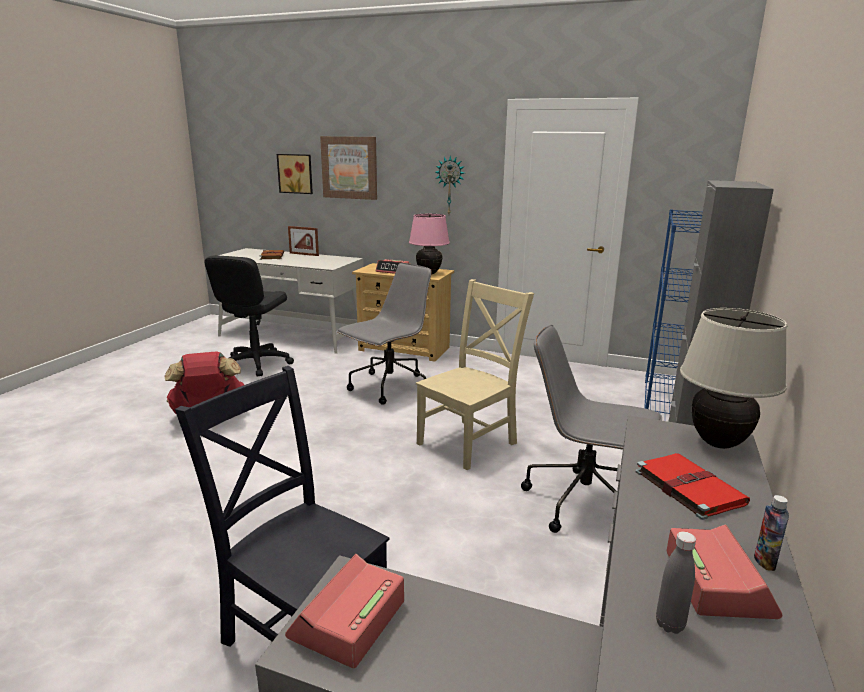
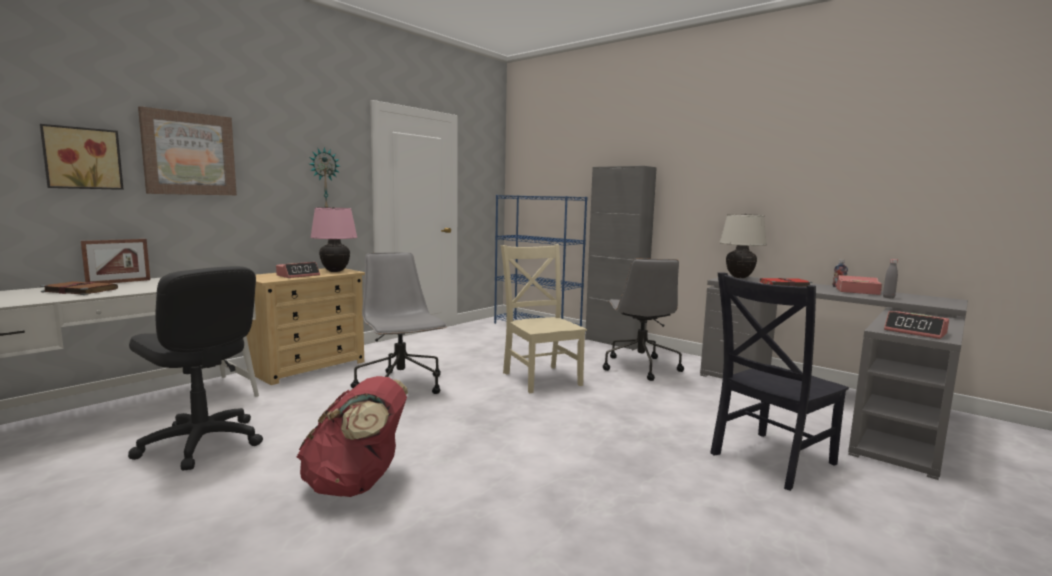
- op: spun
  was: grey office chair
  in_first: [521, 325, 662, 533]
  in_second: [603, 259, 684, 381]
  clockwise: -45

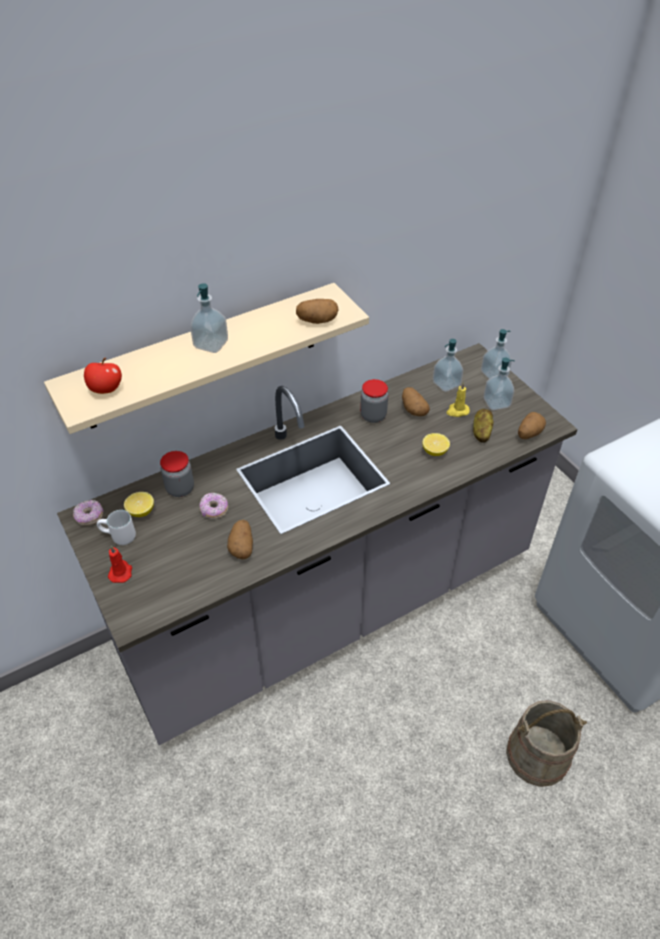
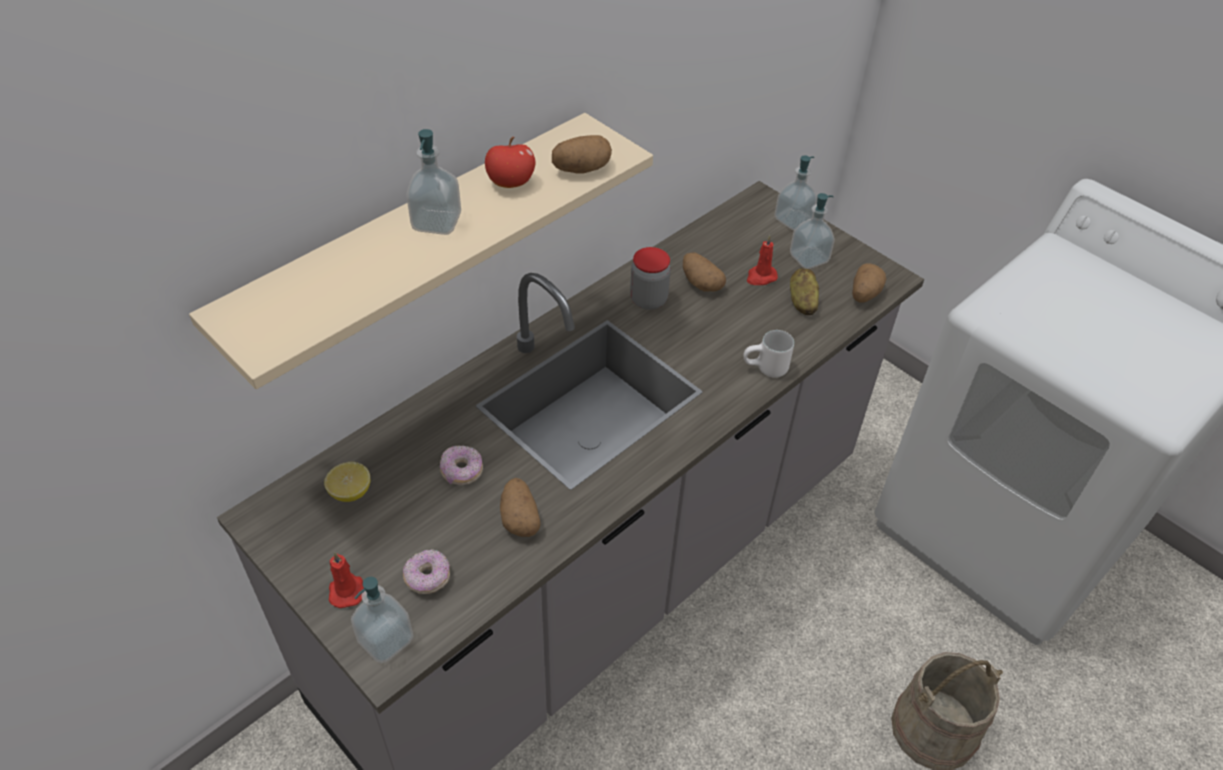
- op: relocated
  was: liquid soap bottle
  in_first: [433, 339, 463, 392]
  in_second: [351, 577, 413, 663]
- op: relocated
  was: doughnut
  in_first: [73, 500, 104, 525]
  in_second: [403, 549, 450, 594]
- op: relocated
  was: whole apple
  in_first: [84, 358, 122, 394]
  in_second: [485, 137, 536, 188]
- op: relocated
  was: white-coloured mug
  in_first: [97, 510, 136, 545]
  in_second: [743, 330, 794, 378]
- op: colour
  was: yellow wax light
  now: red-coloured wax light
  in_first: [446, 382, 470, 417]
  in_second: [747, 235, 778, 285]
- op: missing
  was: storage jar
  in_first: [160, 451, 194, 497]
- op: missing
  was: lemon
  in_first: [422, 433, 450, 456]

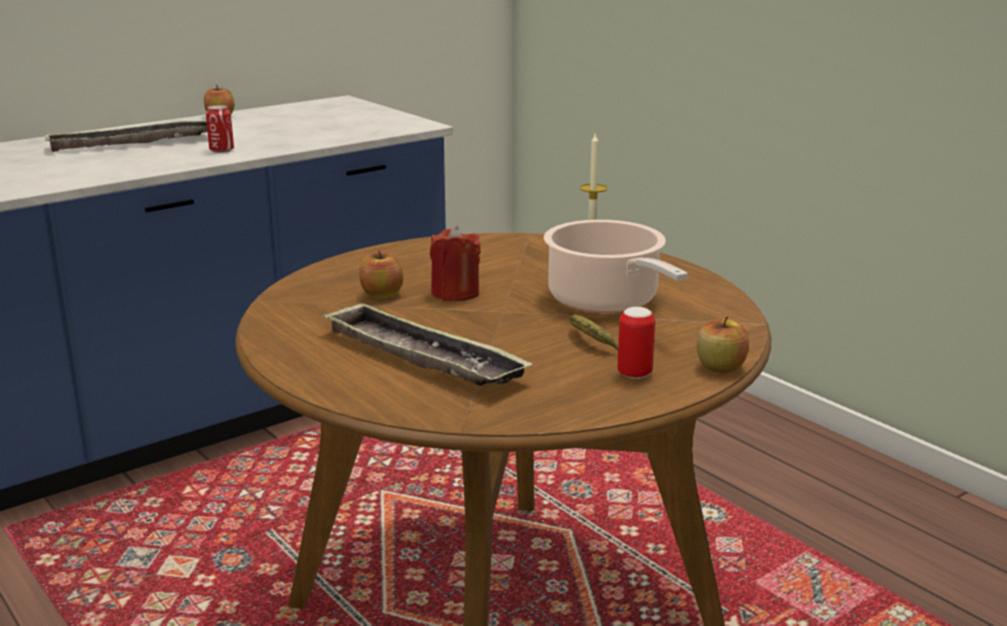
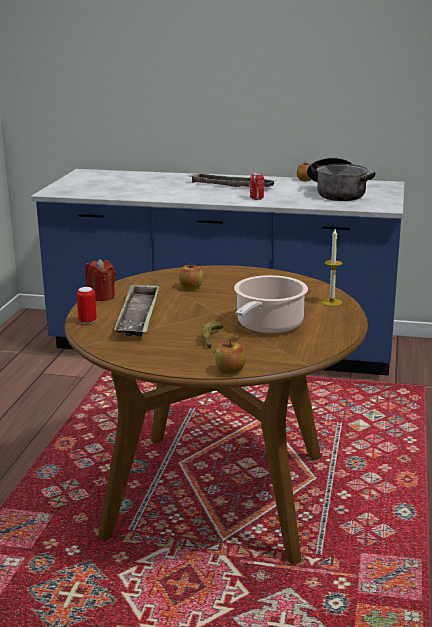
- op: relocated
  was: can
  in_first: [617, 307, 655, 379]
  in_second: [77, 287, 97, 324]
- op: relocated
  was: red-coloured wax light
  in_first: [430, 225, 481, 301]
  in_second: [85, 259, 116, 301]
- op: appeared
  now: stockpot
  in_second: [307, 158, 375, 201]

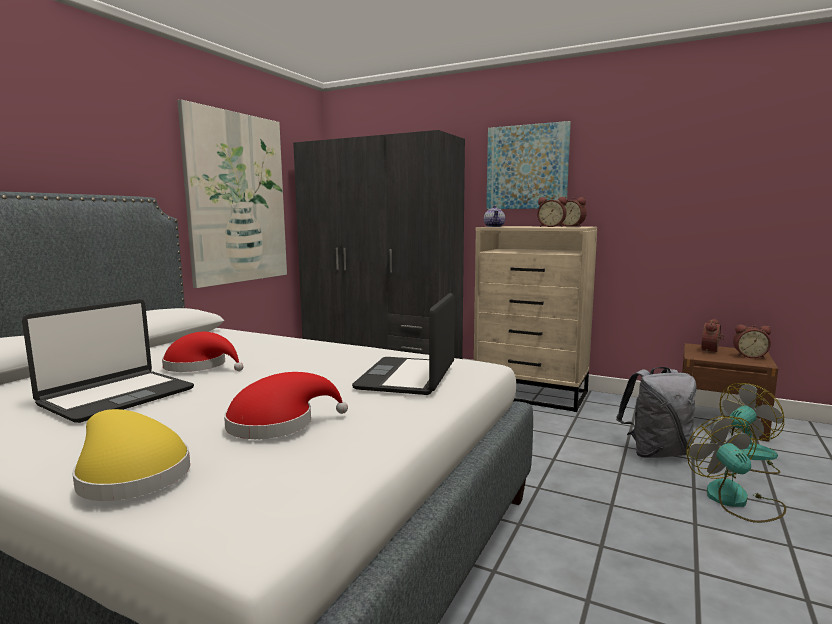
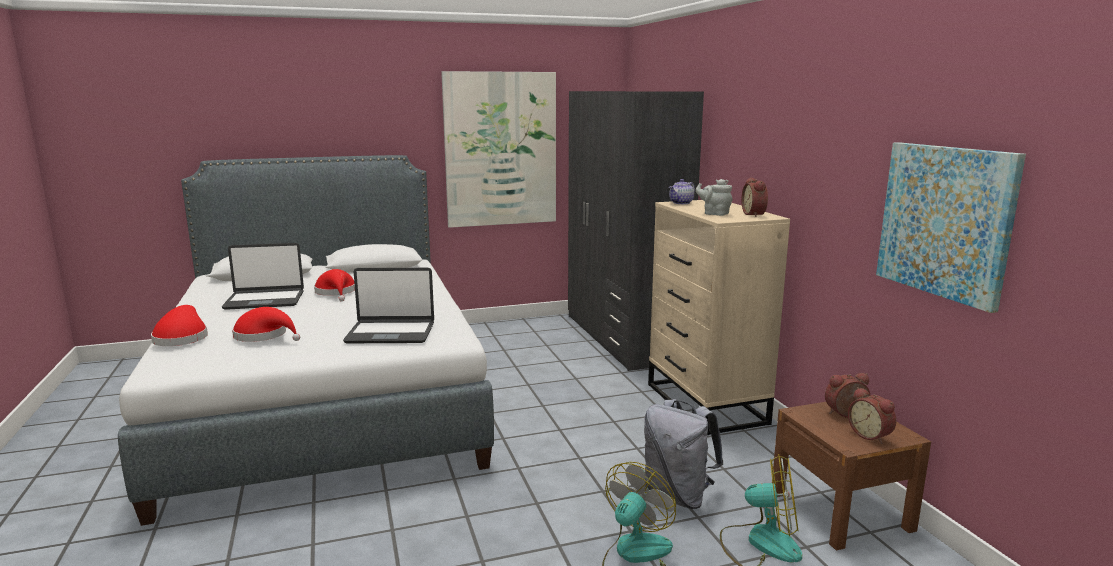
- op: colour
  was: yellow hat
  now: red-coloured hat
  in_first: [72, 409, 190, 501]
  in_second: [151, 305, 208, 346]
- op: spun
  was: portable computer
  in_first: [352, 293, 455, 395]
  in_second: [343, 268, 434, 343]
  clockwise: -150
- op: exchanged
  was: table clock
  now: grey tea pot
  in_first: [537, 197, 567, 227]
  in_second: [696, 179, 733, 216]
- op: relocated
  was: picture
  in_first: [486, 121, 571, 209]
  in_second: [876, 142, 1026, 313]

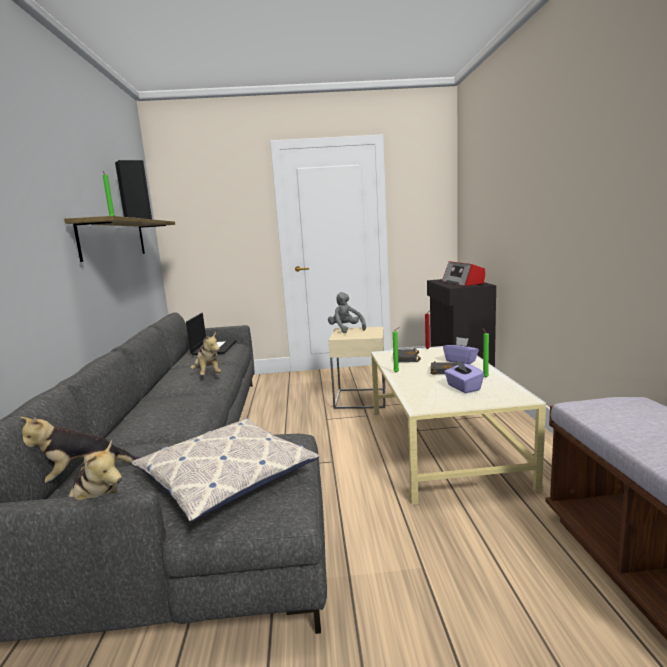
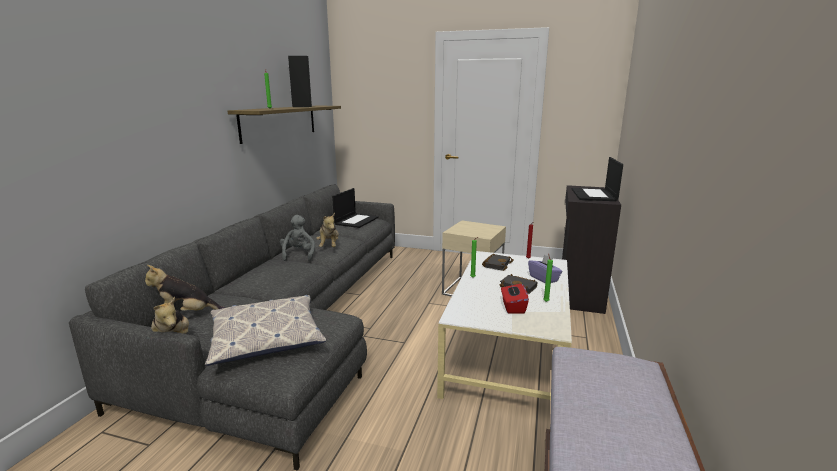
- op: relocated
  was: grey plush toy
  in_first: [328, 292, 366, 333]
  in_second: [280, 215, 315, 261]
- op: colour
  was: purple-coloured tissue holder
  now: red-coloured tissue holder
  in_first: [444, 360, 484, 393]
  in_second: [501, 282, 529, 314]
- op: exchanged
  was: radio receiver
  now: portable computer
  in_first: [442, 261, 485, 286]
  in_second: [572, 157, 623, 201]

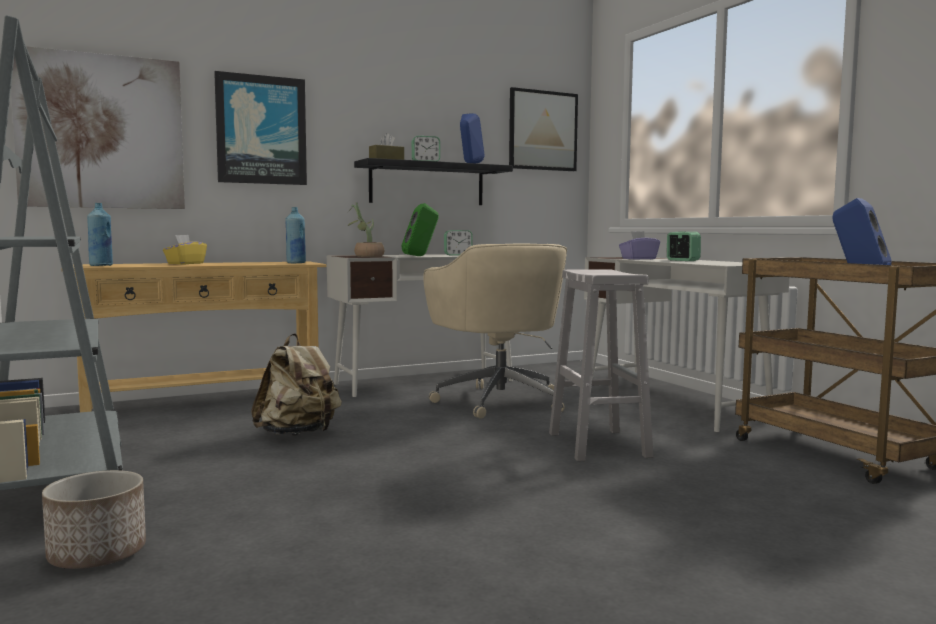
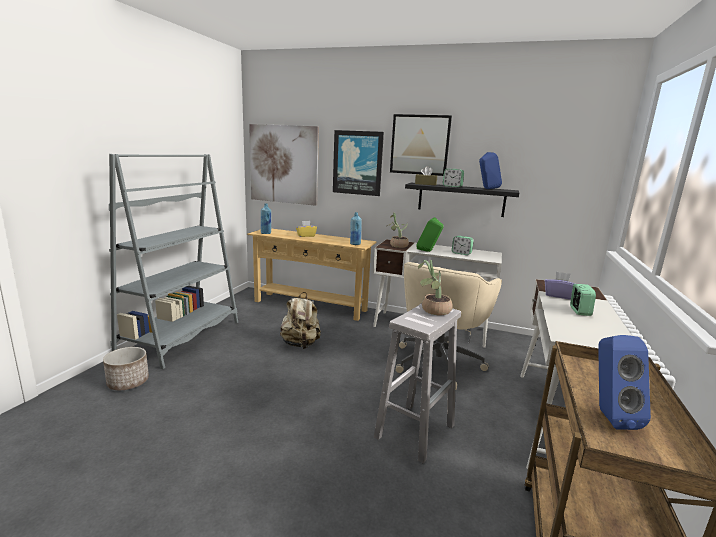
- op: relocated
  was: picture
  in_first: [509, 87, 578, 171]
  in_second: [390, 114, 452, 176]
- op: appeared
  now: plant in a pot
  in_second: [418, 260, 453, 315]

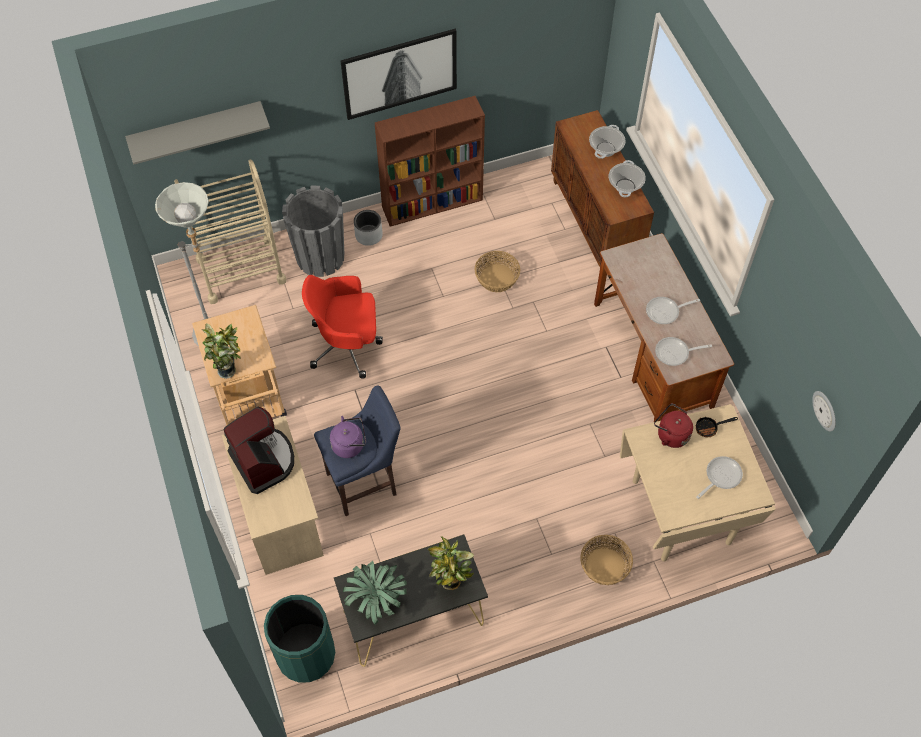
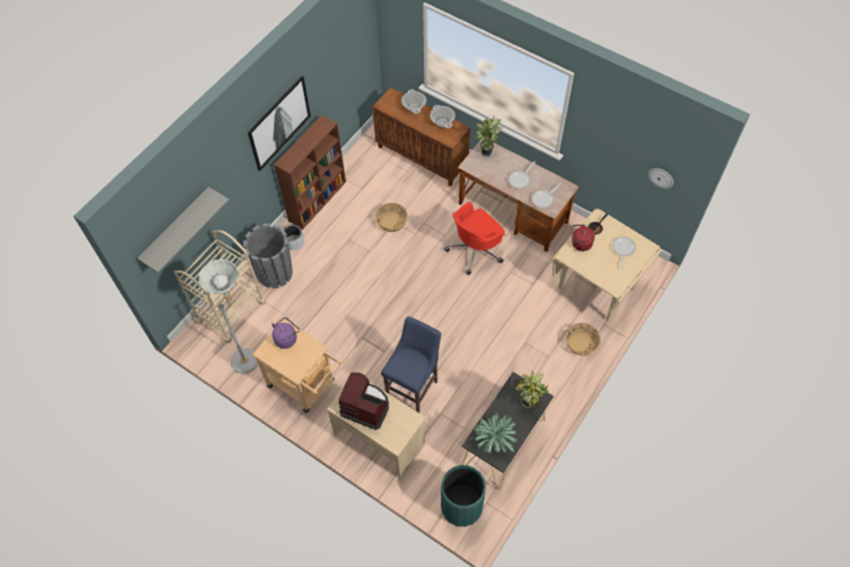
- op: relocated
  was: purple-coloured kettle
  in_first: [330, 416, 366, 458]
  in_second: [272, 317, 300, 349]
- op: relocated
  was: red-coloured office chair
  in_first: [302, 275, 383, 379]
  in_second: [444, 202, 505, 275]
- op: relocated
  was: plant in a pot
  in_first: [202, 323, 241, 379]
  in_second: [476, 116, 504, 157]

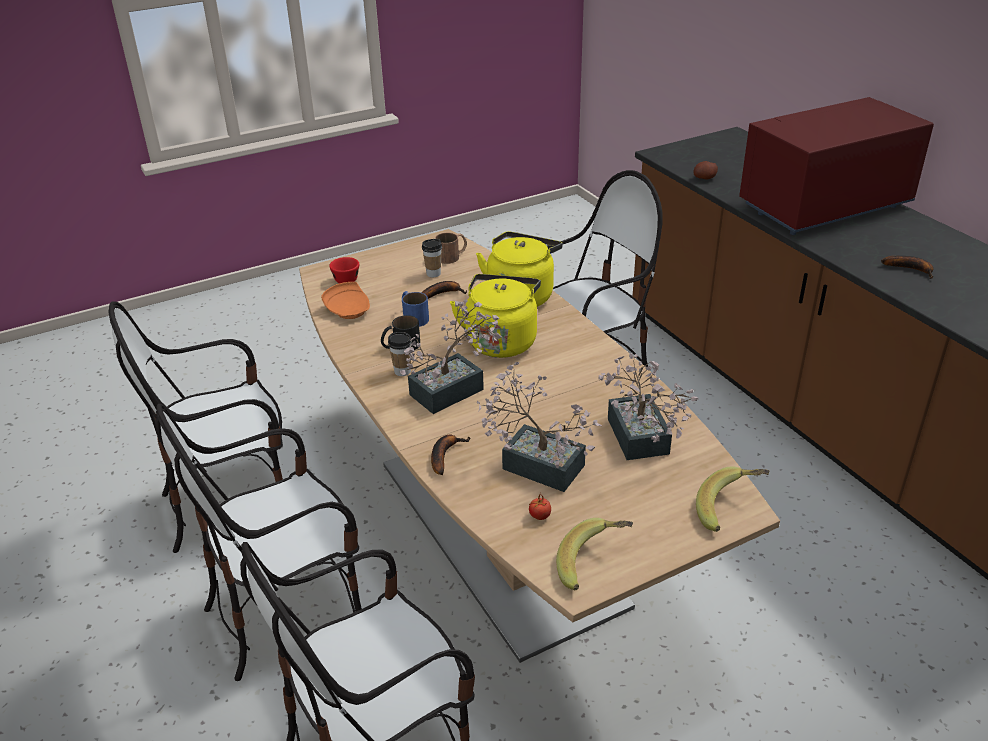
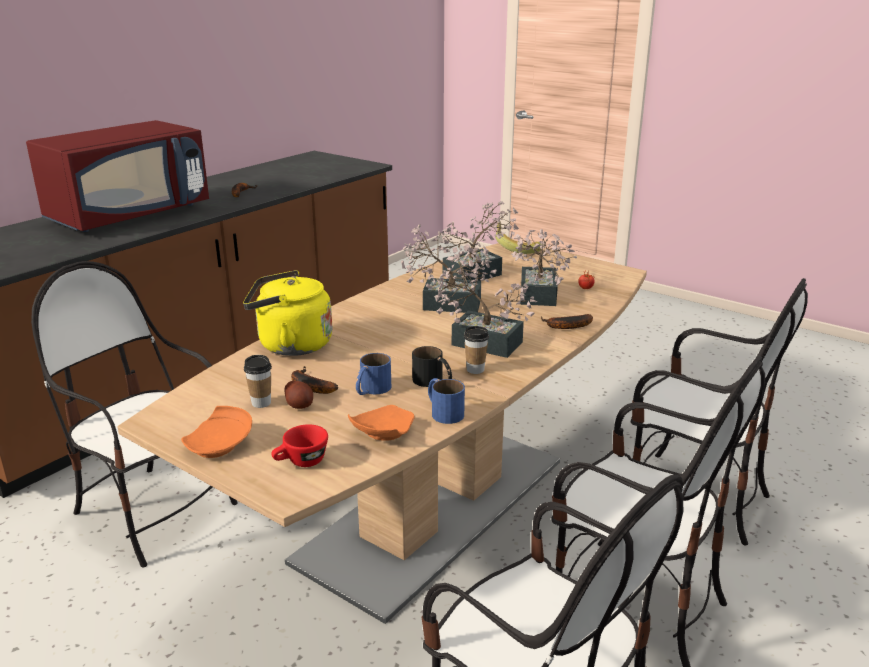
- op: spun
  was: red-coloured microwave
  in_first: [739, 97, 934, 235]
  in_second: [26, 120, 209, 232]
  clockwise: -90
- op: appeared
  now: orange-coloured flat dish
  in_second: [181, 406, 252, 458]
- op: relocated
  was: spud
  in_first: [694, 161, 718, 179]
  in_second: [284, 381, 313, 409]
- op: appeared
  now: plant in a pot
  in_second: [401, 224, 497, 313]
- op: appeared
  now: blue mug
  in_second: [428, 378, 465, 424]
- op: missing
  was: brown mug
  in_first: [435, 233, 467, 264]
- op: missing
  was: yellow kettle
  in_first: [450, 274, 541, 358]
- op: missing
  was: banana fruit
  in_first: [556, 518, 633, 590]

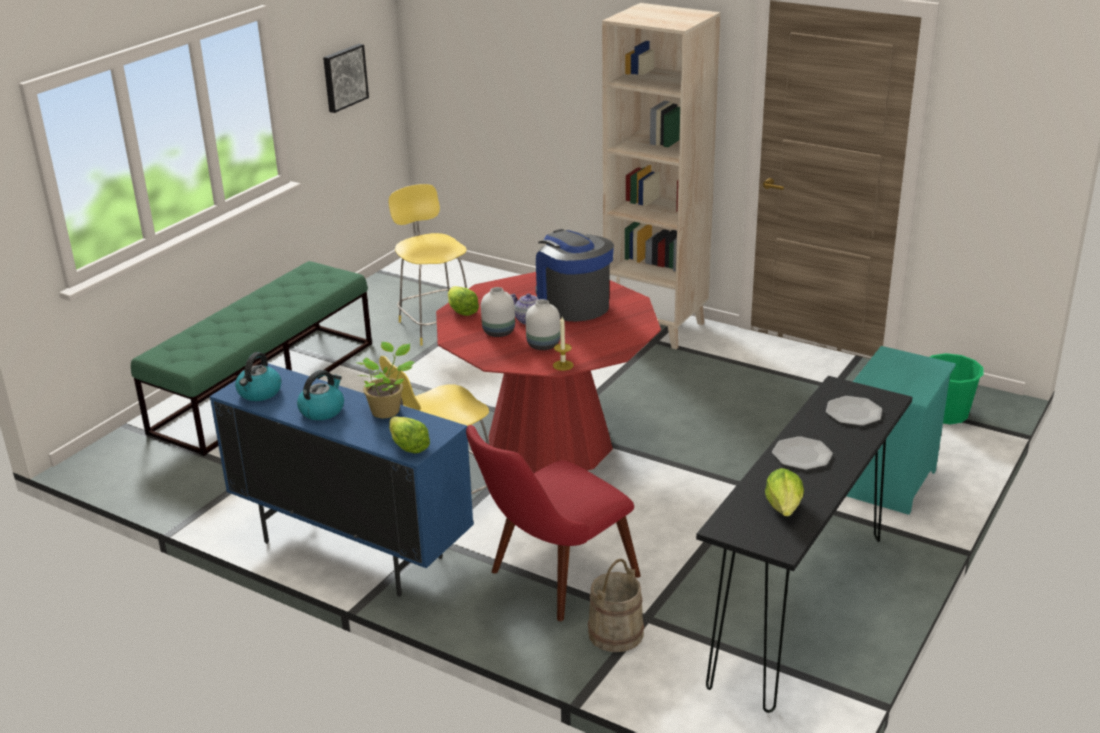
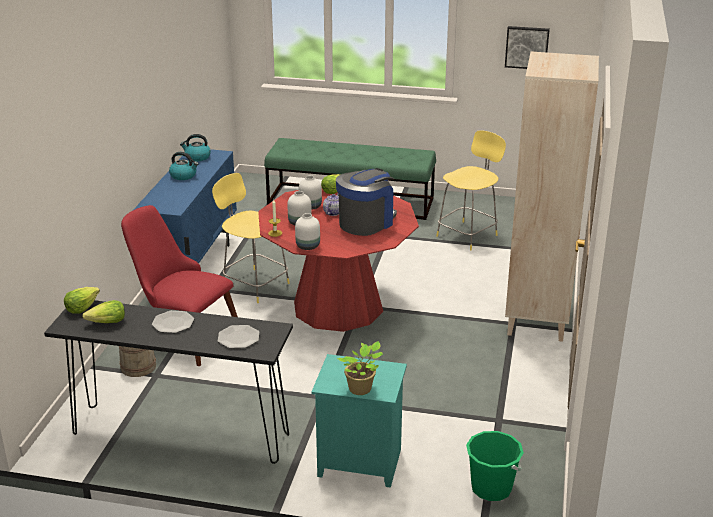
- op: relocated
  was: lettuce
  in_first: [389, 416, 430, 454]
  in_second: [64, 287, 100, 314]
- op: appeared
  now: white-coloured decorative vase
  in_second: [295, 213, 320, 250]
- op: relocated
  was: plant in a pot
  in_first: [356, 342, 415, 418]
  in_second: [337, 341, 383, 395]

